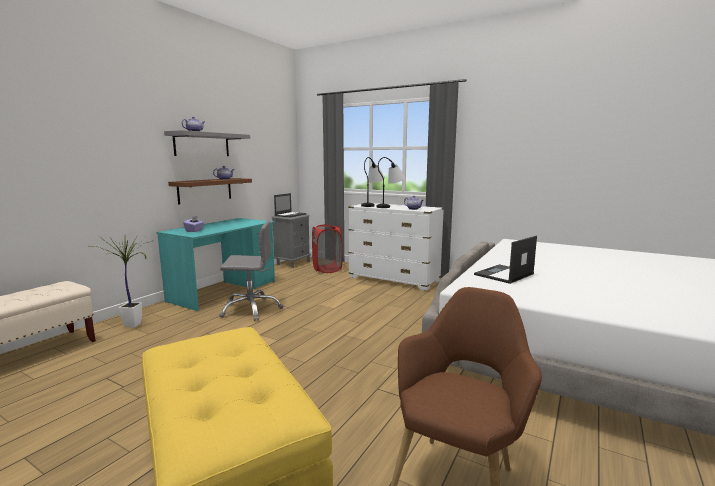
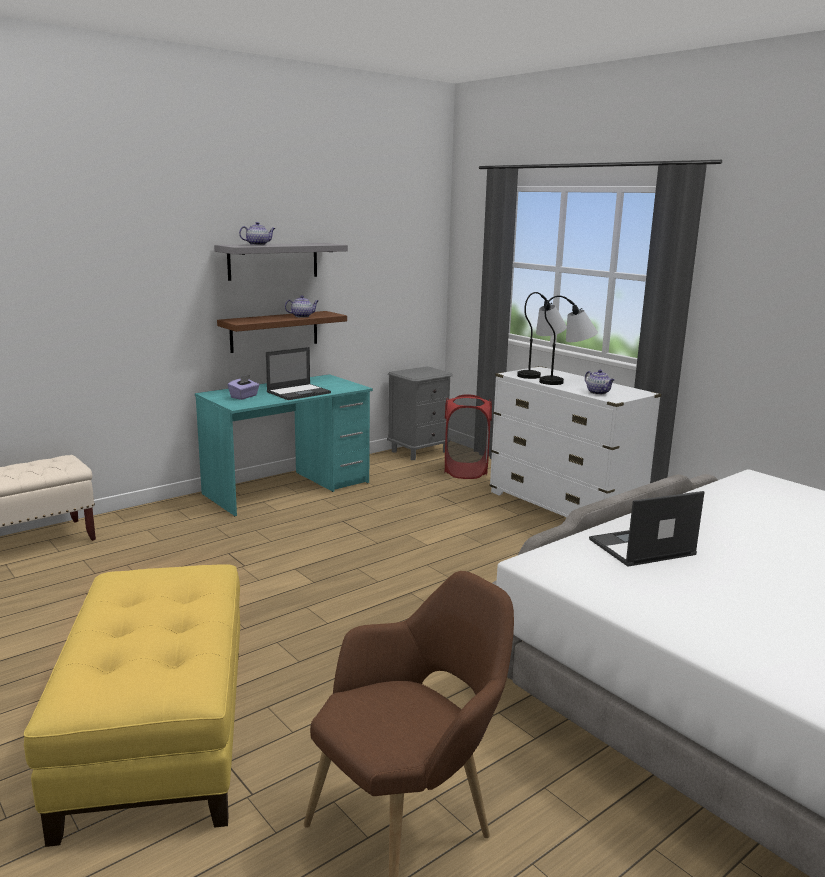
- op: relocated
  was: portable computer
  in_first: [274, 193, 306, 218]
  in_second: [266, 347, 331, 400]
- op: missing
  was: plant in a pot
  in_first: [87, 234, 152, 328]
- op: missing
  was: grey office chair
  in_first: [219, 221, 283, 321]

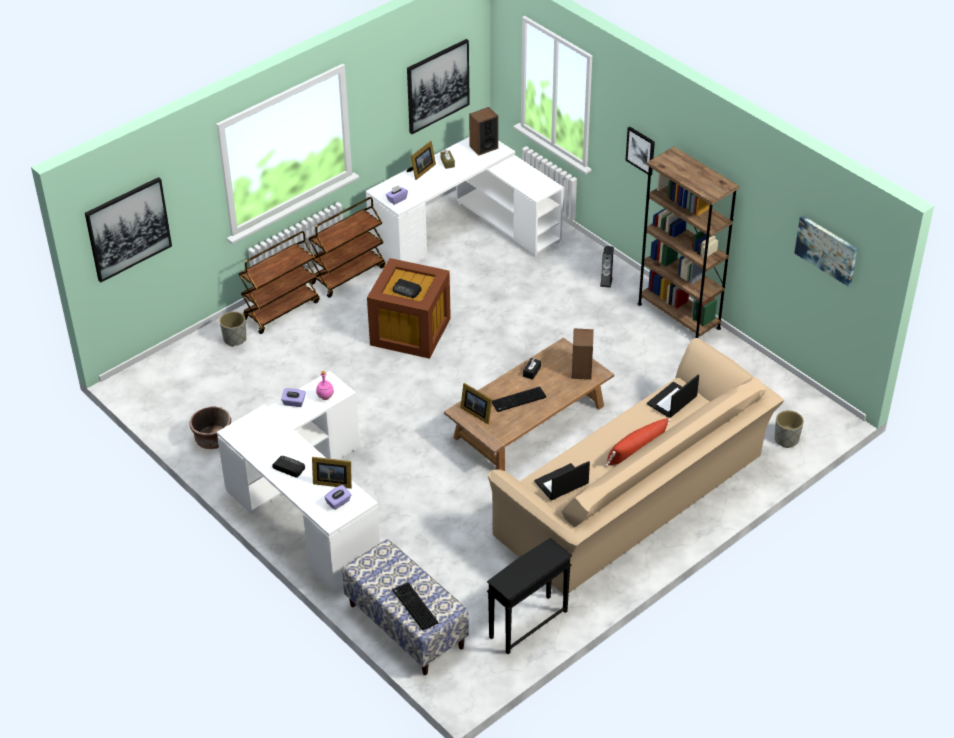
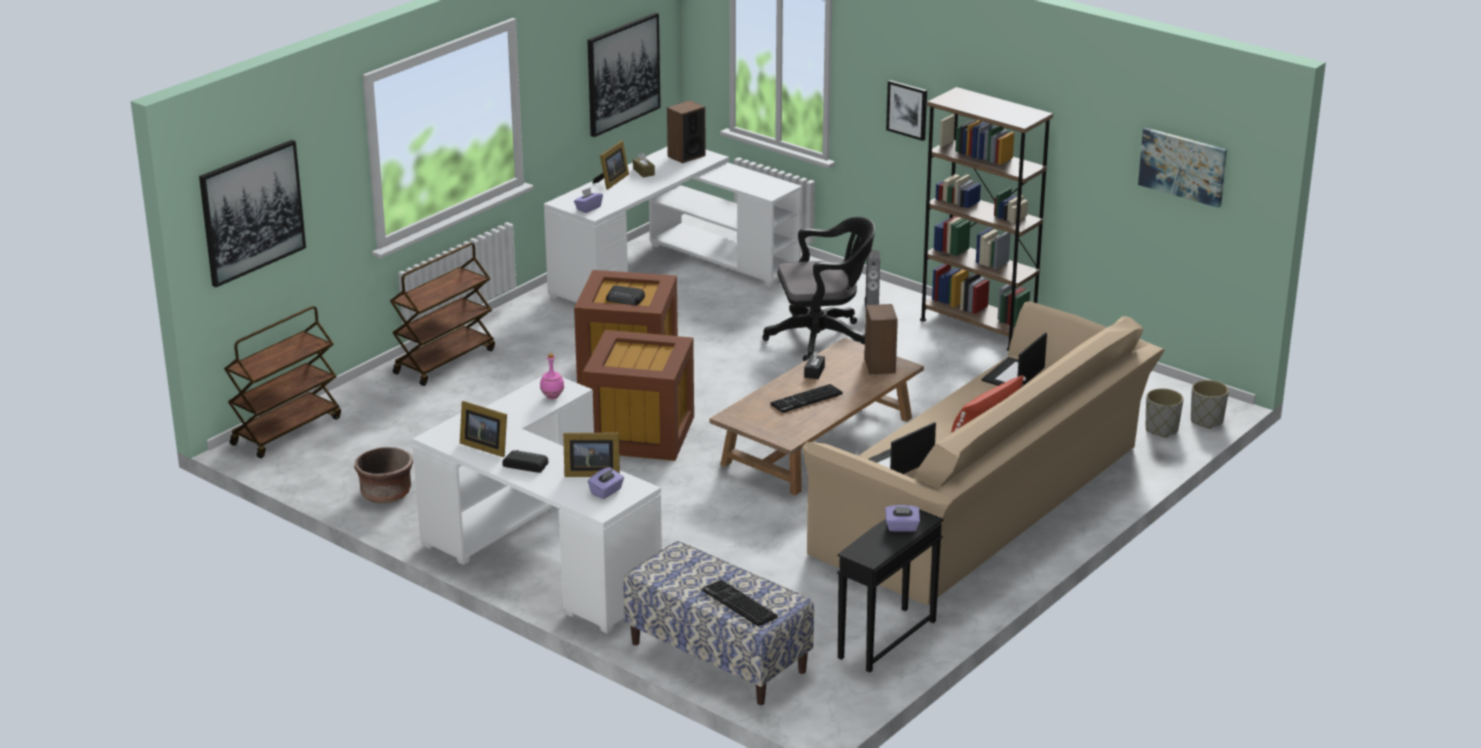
- op: relocated
  was: brown trolley
  in_first: [308, 197, 385, 298]
  in_second: [224, 306, 341, 458]
- op: relocated
  was: photo frame
  in_first: [460, 383, 492, 424]
  in_second: [460, 401, 507, 457]
- op: appeared
  now: brown storage bin
  in_second: [583, 330, 694, 461]
- op: appeared
  now: black-coloured office chair
  in_second: [762, 217, 875, 361]
- op: relocated
  was: purple-coloured tissue holder
  in_first: [281, 388, 306, 407]
  in_second: [885, 505, 920, 532]
- op: relocated
  was: grey plant pot
  in_first: [220, 311, 246, 347]
  in_second: [1191, 380, 1229, 429]

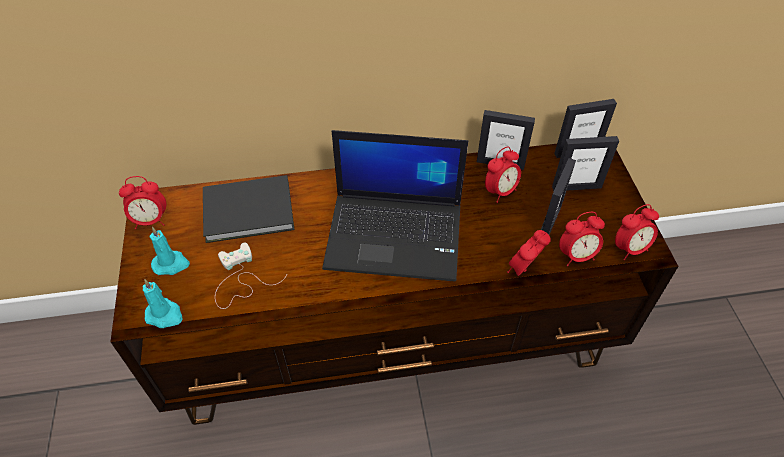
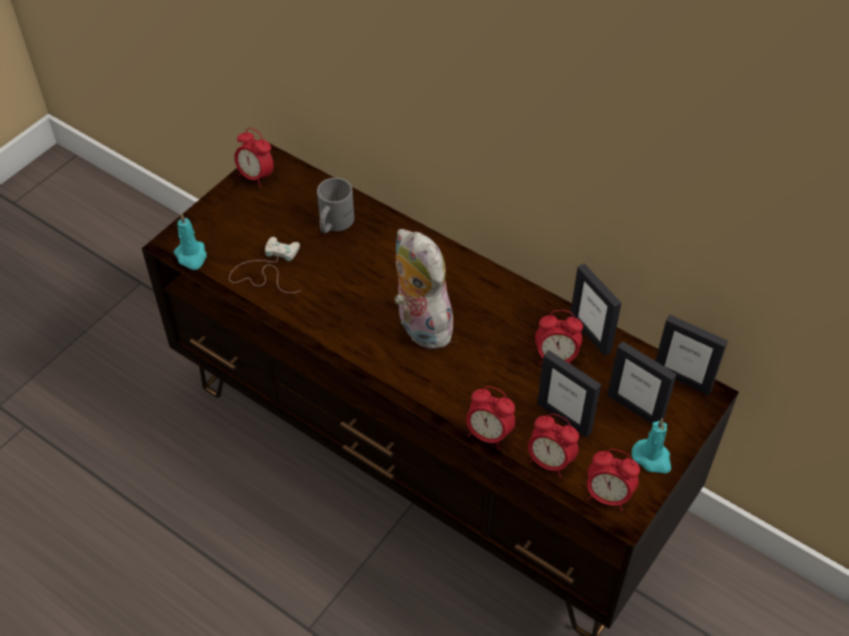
- op: exchanged
  was: black-coloured bound book
  now: grey mug
  in_first: [203, 175, 295, 243]
  in_second: [317, 178, 354, 233]
- op: exchanged
  was: portable computer
  now: plush toy
  in_first: [322, 130, 468, 282]
  in_second: [394, 229, 456, 349]
- op: spun
  was: table clock
  in_first: [507, 230, 551, 276]
  in_second: [466, 386, 516, 449]
  clockwise: -150
- op: spun
  was: photo frame
  in_first: [541, 158, 576, 235]
  in_second: [537, 350, 601, 438]
  clockwise: 60
- op: relocated
  was: turquoise wax light
  in_first: [150, 227, 190, 275]
  in_second: [632, 418, 671, 473]

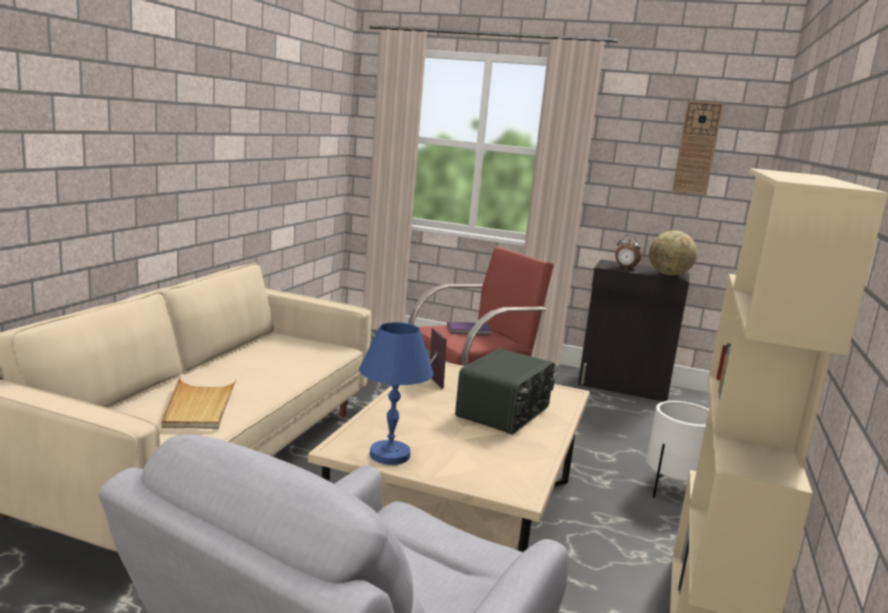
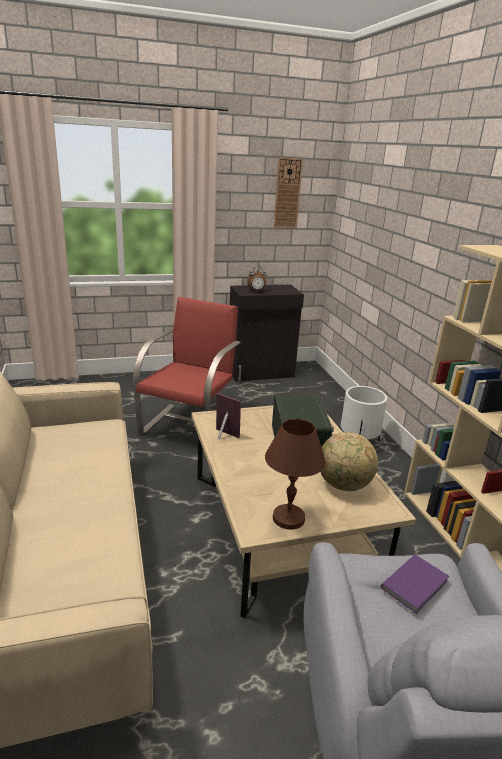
- op: colour
  was: blue table lamp
  now: brown table lamp
  in_first: [359, 322, 434, 465]
  in_second: [265, 419, 326, 530]
- op: relocated
  was: world globe
  in_first: [649, 230, 697, 276]
  in_second: [320, 432, 378, 491]
- op: relocated
  was: purple-coloured bound book
  in_first: [447, 321, 492, 336]
  in_second: [381, 555, 449, 614]
- op: missing
  was: beige carrying tray
  in_first: [162, 378, 237, 429]

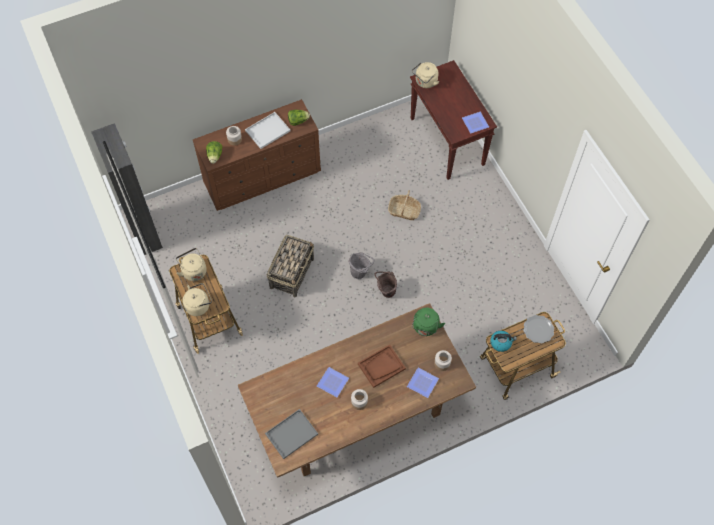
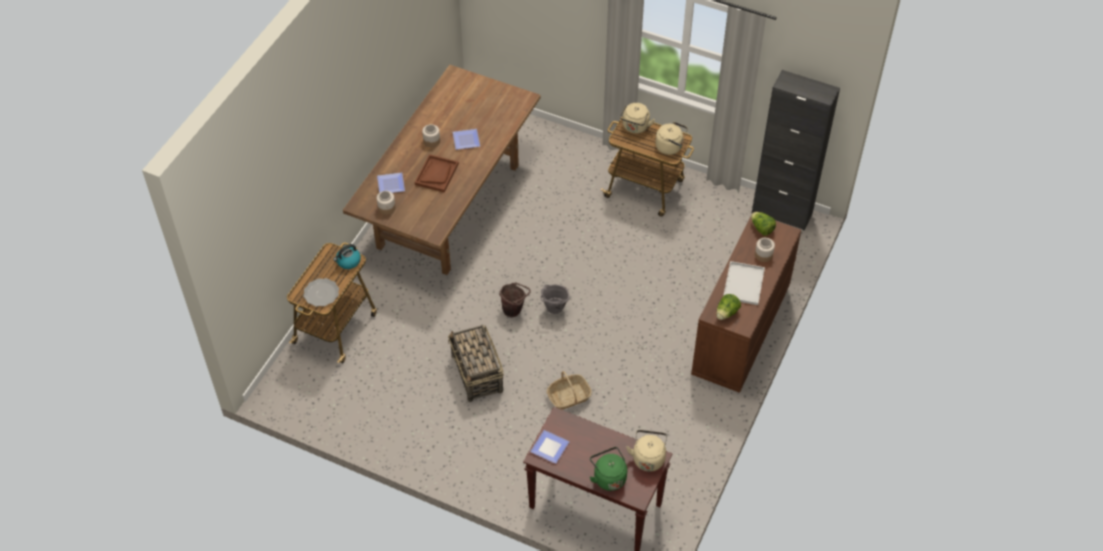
- op: relocated
  was: basket
  in_first: [266, 235, 314, 298]
  in_second: [448, 325, 503, 402]
- op: relocated
  was: green-coloured kettle
  in_first: [412, 308, 445, 336]
  in_second: [590, 447, 627, 491]
- op: missing
  was: grey carrying tray
  in_first: [265, 409, 318, 459]

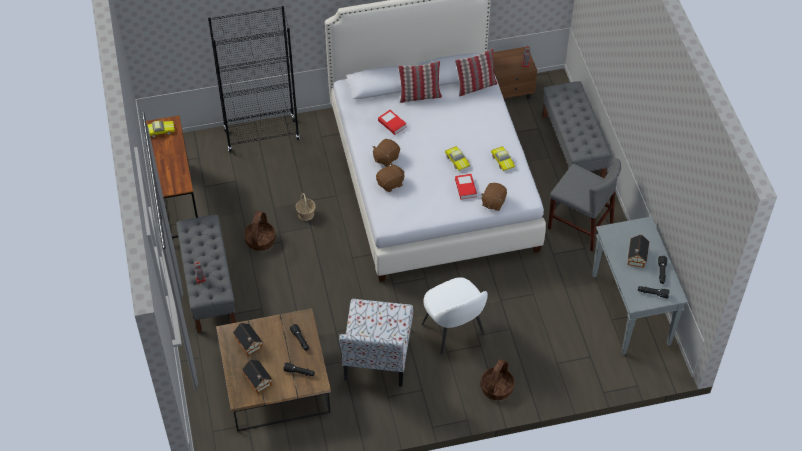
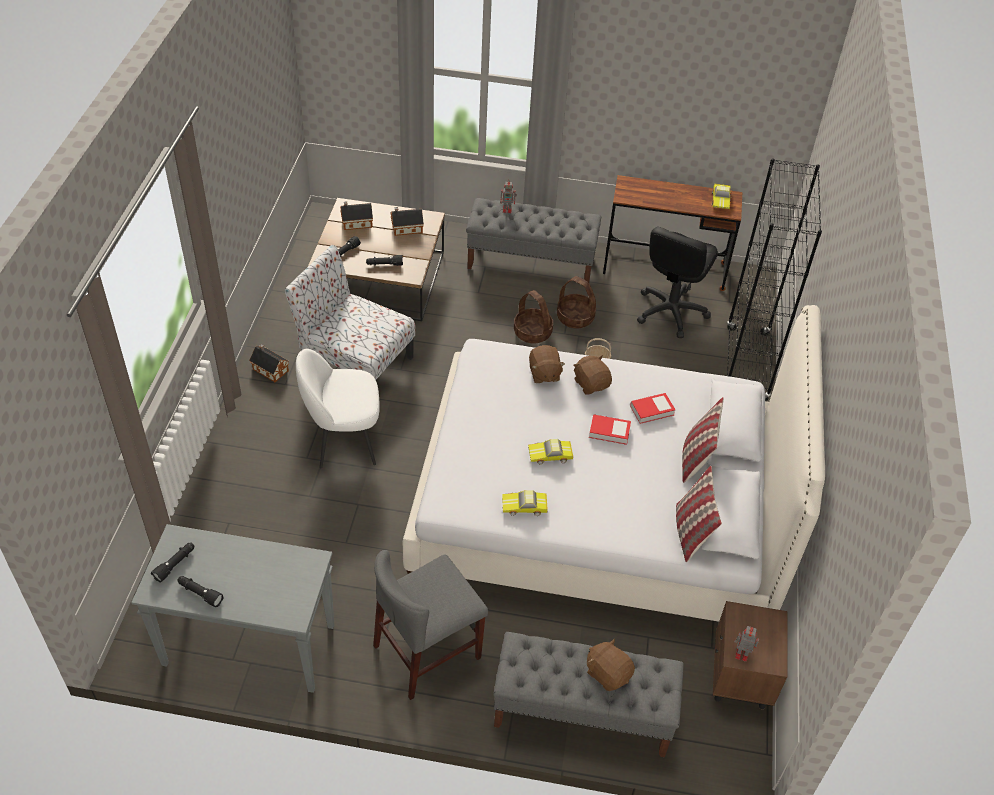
- op: relocated
  was: miniature house
  in_first: [628, 235, 649, 268]
  in_second: [249, 344, 289, 383]
- op: relocated
  was: basket
  in_first: [481, 359, 514, 400]
  in_second: [514, 290, 553, 344]
- op: relocated
  was: brown plush toy
  in_first: [481, 183, 507, 211]
  in_second: [587, 638, 635, 691]
- op: relocated
  was: bound book
  in_first: [455, 174, 477, 199]
  in_second: [589, 414, 631, 445]
- op: appeared
  now: black-coloured office chair
  in_second: [637, 227, 718, 338]

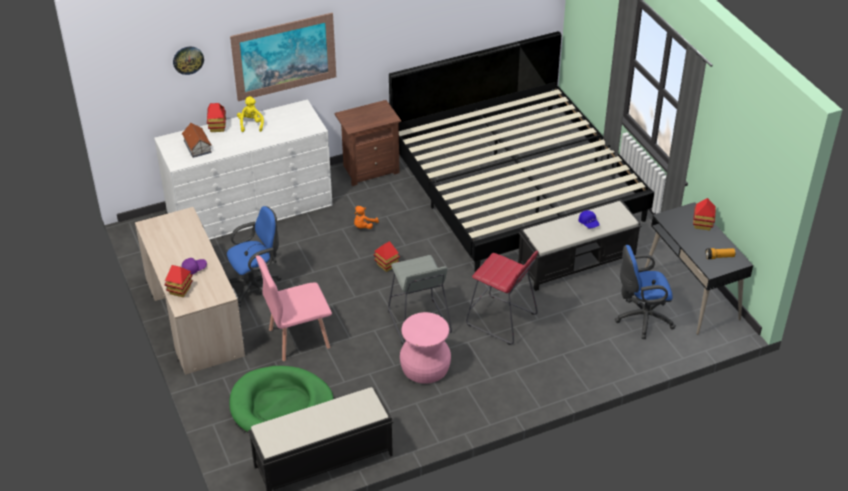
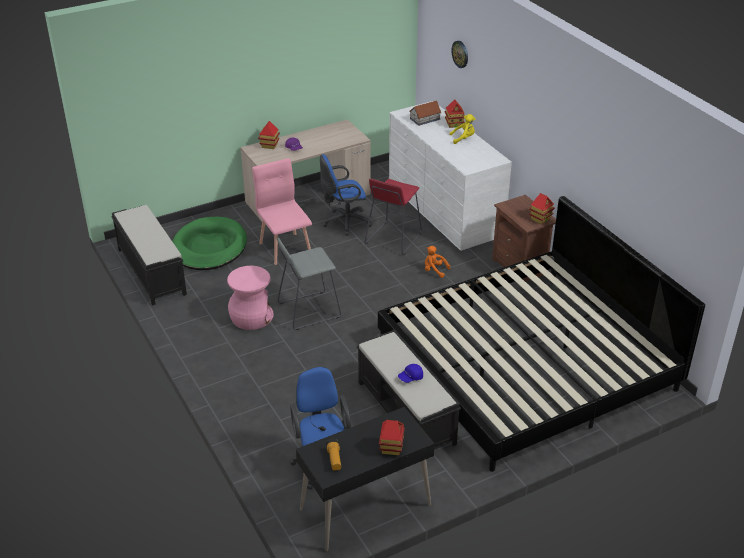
- op: spun
  was: blue office chair
  in_first: [227, 206, 281, 308]
  in_second: [320, 154, 372, 235]
  clockwise: 105
- op: relocated
  was: red-coloured stool
  in_first: [466, 251, 538, 345]
  in_second: [364, 179, 422, 255]
- op: relocated
  was: miniature house
  in_first: [373, 241, 400, 272]
  in_second: [529, 193, 555, 224]
- op: missing
  was: picture
  in_first: [230, 13, 336, 101]

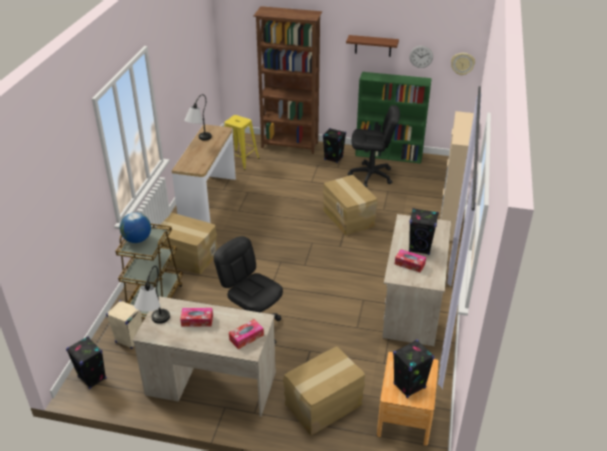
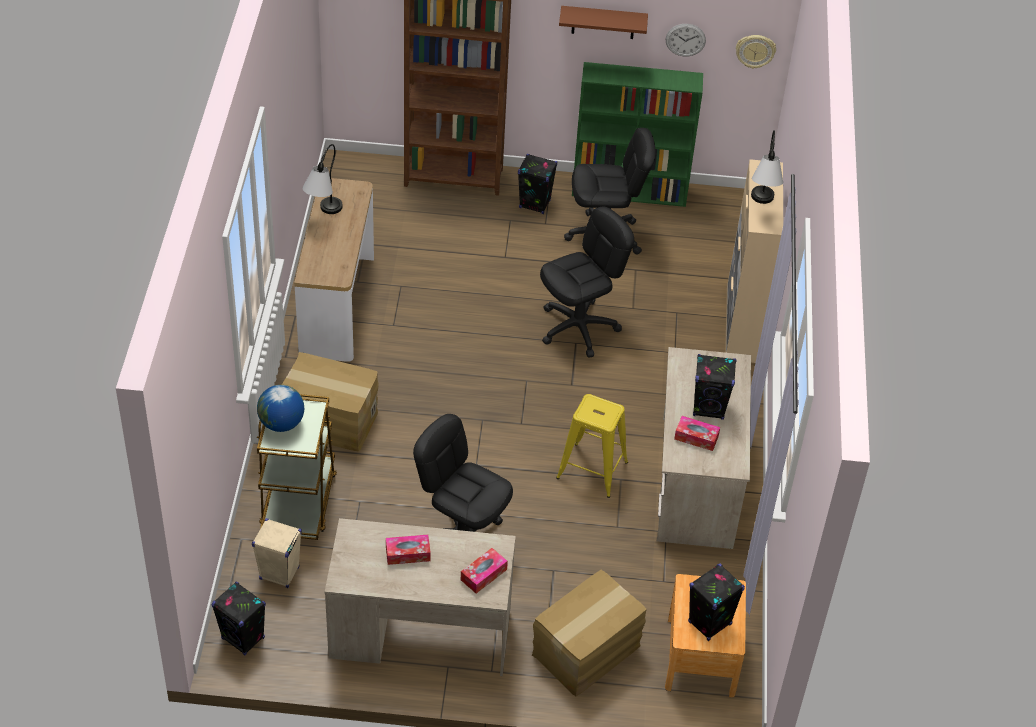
- op: exchanged
  was: packing box
  now: black-coloured office chair
  in_first: [323, 175, 378, 236]
  in_second: [540, 207, 634, 358]
- op: relocated
  was: yellow stool
  in_first: [224, 115, 260, 170]
  in_second: [556, 394, 628, 498]
- op: relocated
  was: table lamp
  in_first: [134, 266, 170, 324]
  in_second: [751, 130, 783, 204]

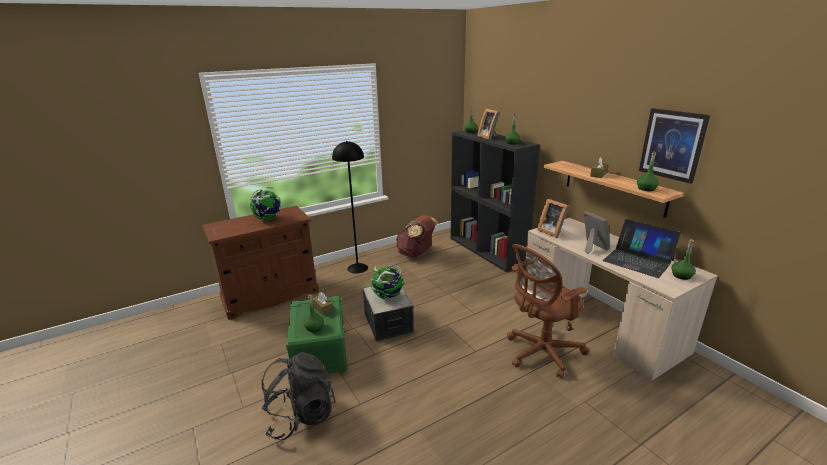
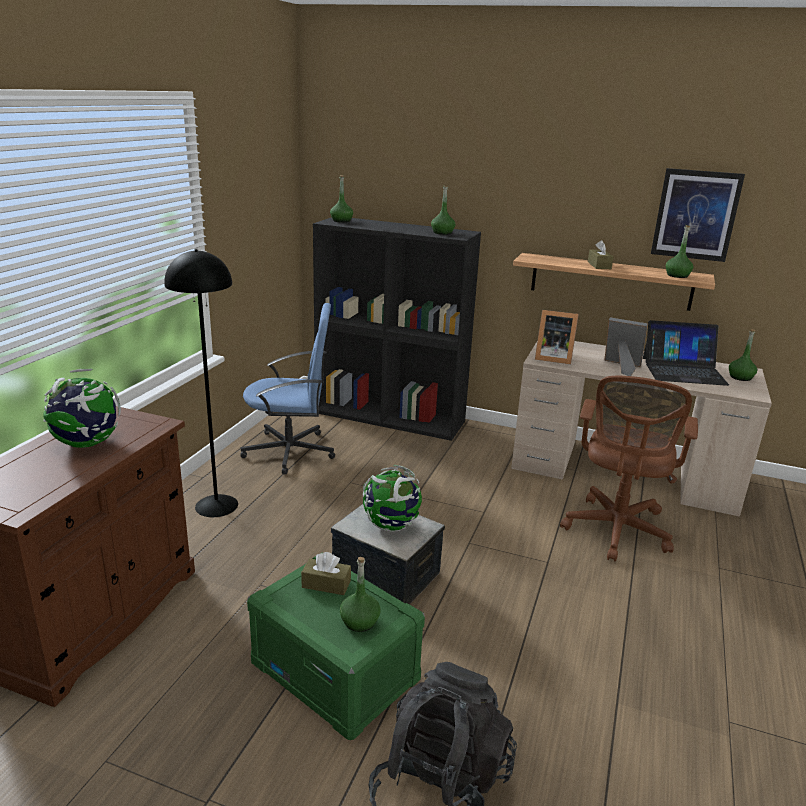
- op: exchanged
  was: brown rucksack
  now: blue office chair
  in_first: [396, 215, 438, 257]
  in_second: [240, 303, 335, 475]
- op: missing
  was: photo frame
  in_first: [477, 109, 500, 140]

